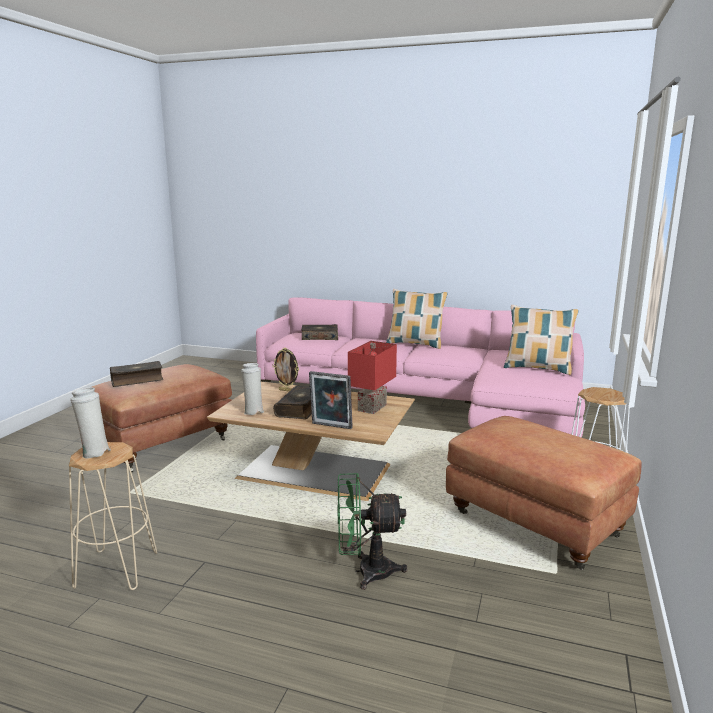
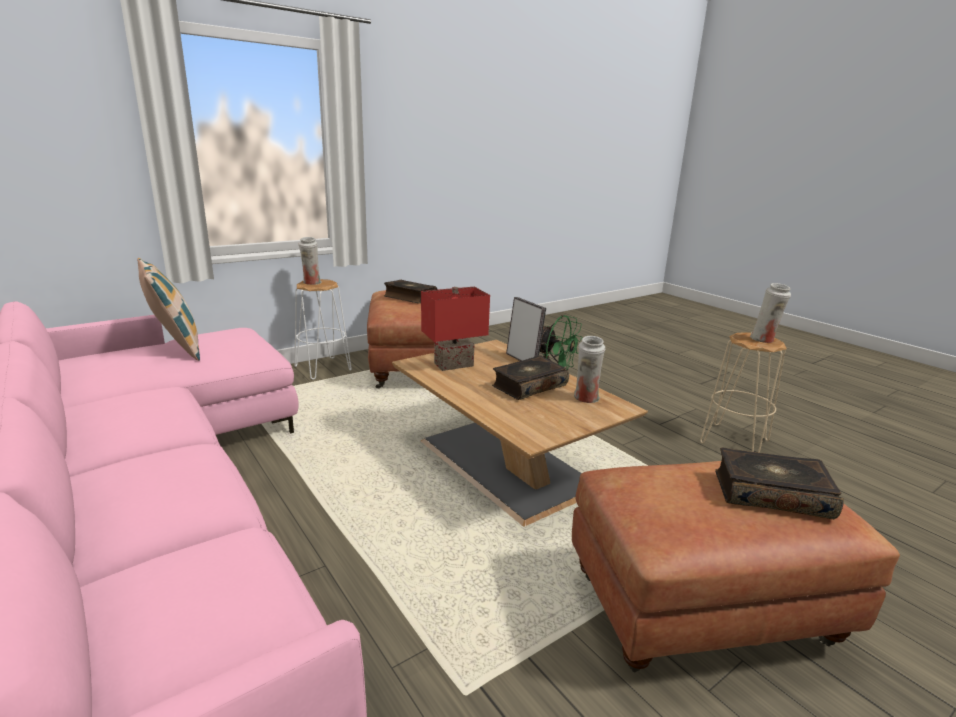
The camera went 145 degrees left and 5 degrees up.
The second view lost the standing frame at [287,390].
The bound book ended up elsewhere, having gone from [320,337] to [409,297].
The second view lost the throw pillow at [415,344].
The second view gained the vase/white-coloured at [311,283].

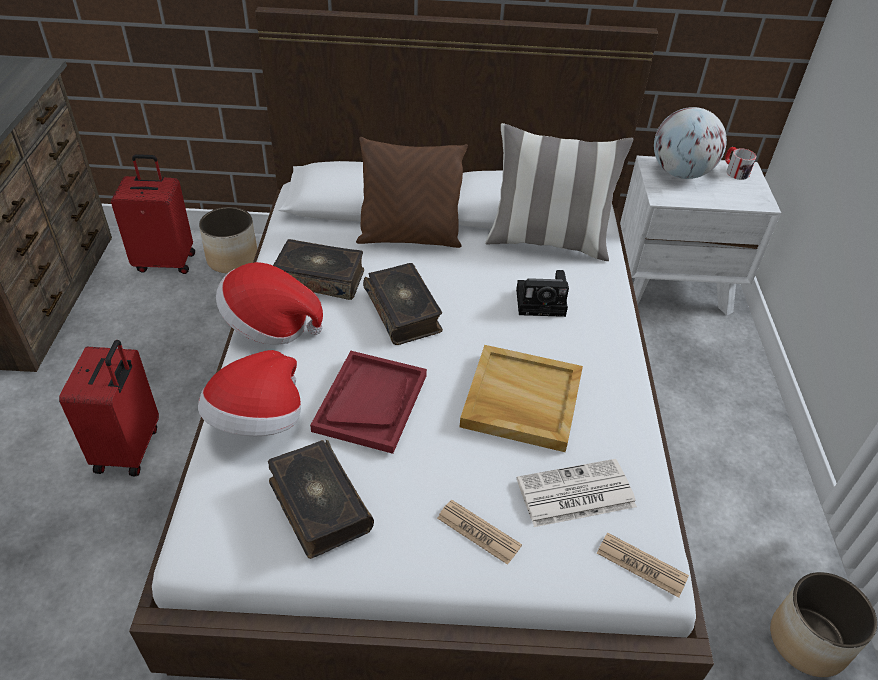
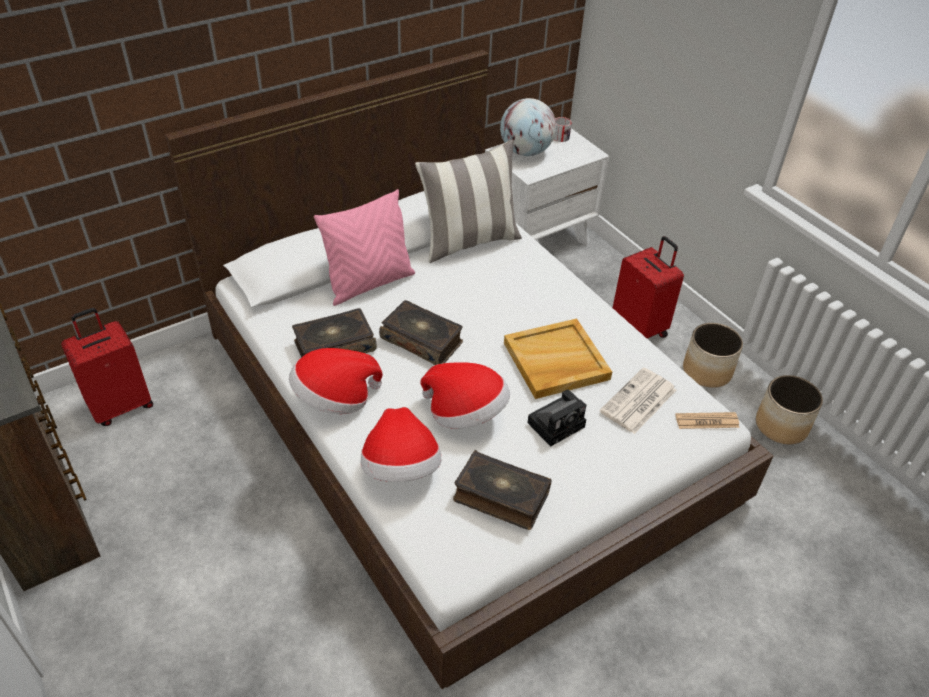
The camera went 35 degrees left and 0 degrees up.
The suitcase/red-coloured ended up elsewhere, having gone from [130,449] to [640,327].
The flower pot ended up elsewhere, having gone from [232,259] to [706,371].
Where the carrying tray/red-coloured stood at [370,402], the clothing hat came to stand at [465,413].
What was the throw pillow/brownish at [409,238] turned into the throw pillow/pink at [369,283].
The second view lost the daily paper at [478,532].
The still camera ended up elsewhere, having gone from [543,302] to [557,423].

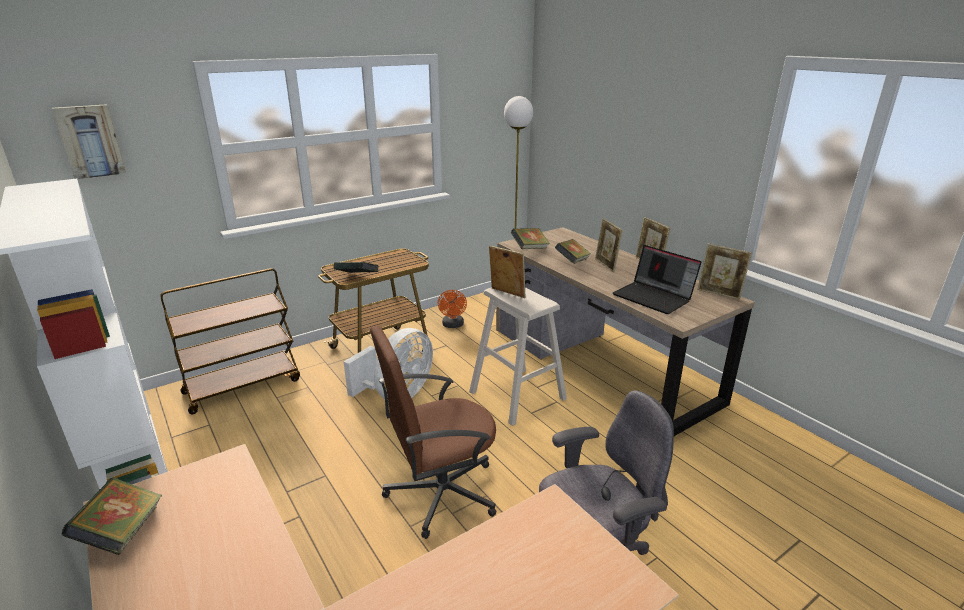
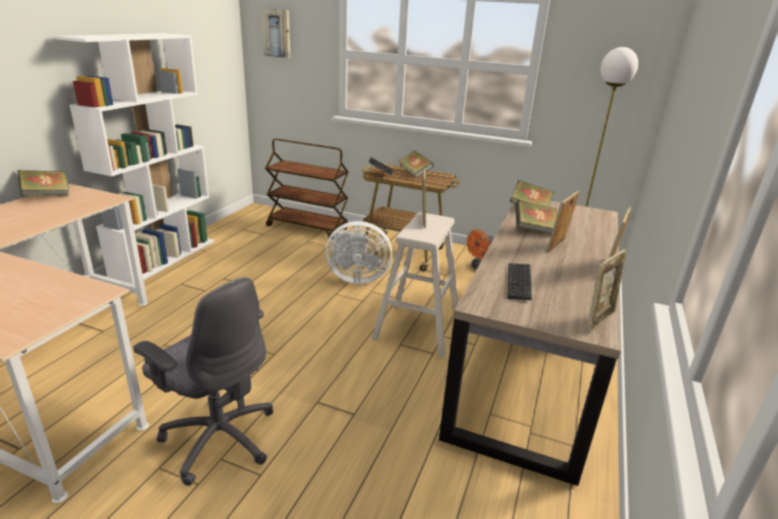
The camera went 55 degrees right and 0 degrees up.
The second view lost the office chair/brownish at [440,492].
Where the portable computer stood at [654,297], the computer keyboard came to stand at [518,282].
The standing frame at [719,294] ended up facing another way, 135 degrees counterclockwise from before.
The second view gained the bound book at [415,173].

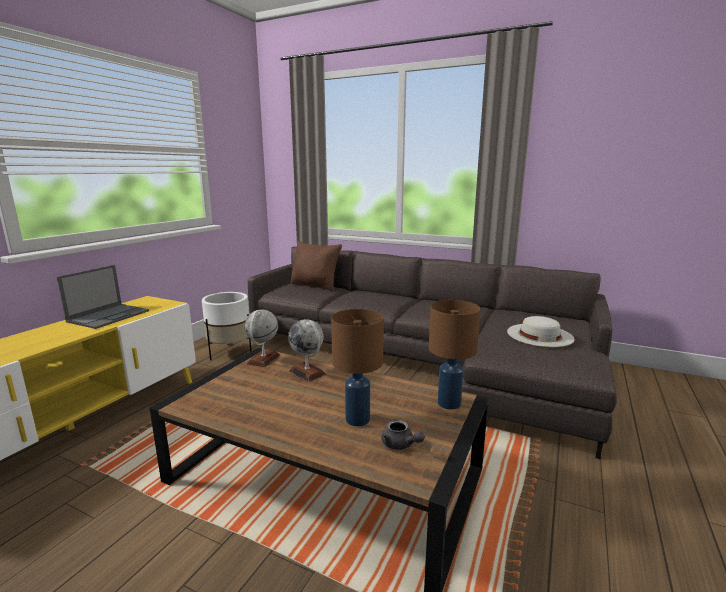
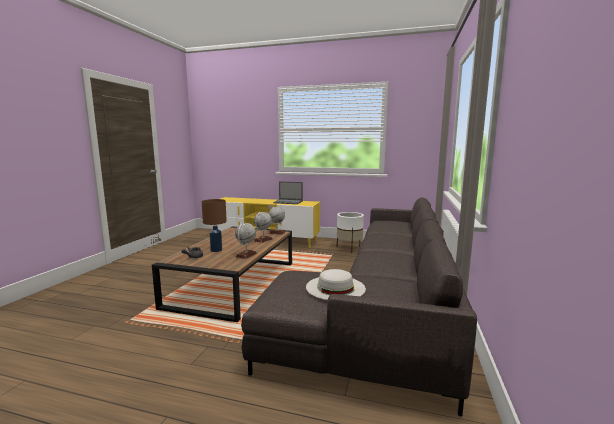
The camera went 80 degrees right and 5 degrees down.
The second view lost the throw pillow/brownish at [315,285].
The second view lost the lamp for a table/brownish at [448,403].
The second view gained the globe at [246,255].

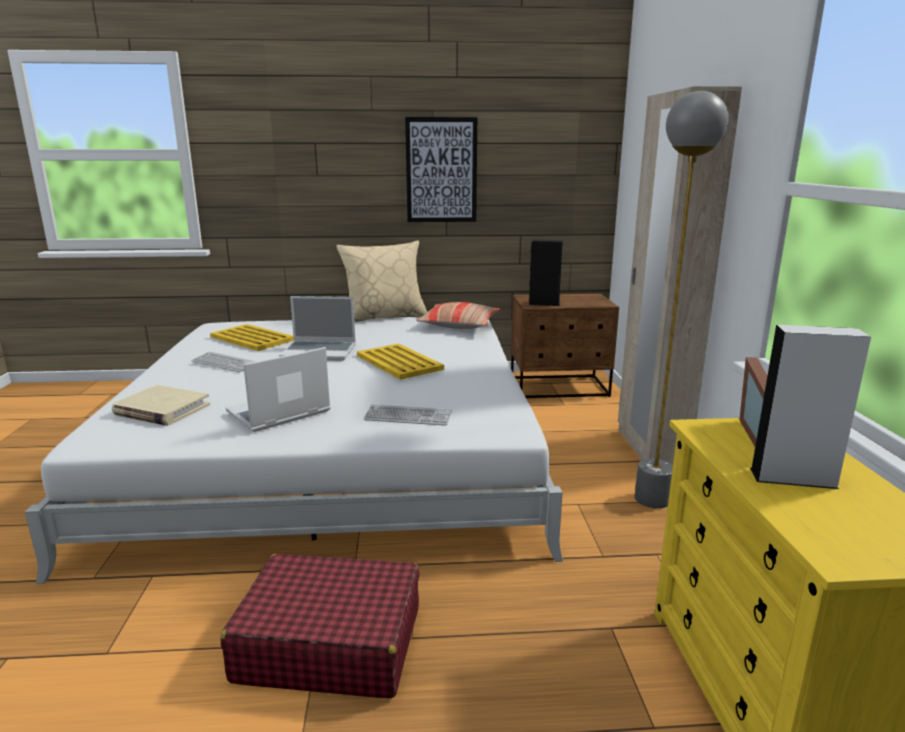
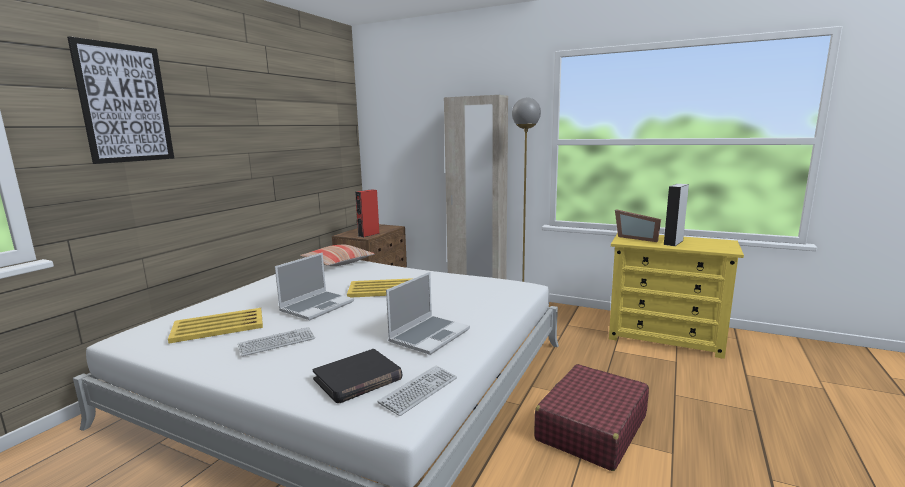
The camera went 60 degrees left and 5 degrees down.
What was the bound book/beige at [161,410] turned into the bound book/black-coloured at [358,379].
The portable computer at [278,413] ended up facing another way, 135 degrees counterclockwise from before.
The second view lost the throw pillow/beige at [384,317].
The computer keyboard ended up elsewhere, having gone from [408,417] to [419,391].
The wall picture ended up elsewhere, having gone from [441,170] to [125,103].
What was the speaker/black-coloured at [544,304] turned into the speaker/red-coloured at [368,234].

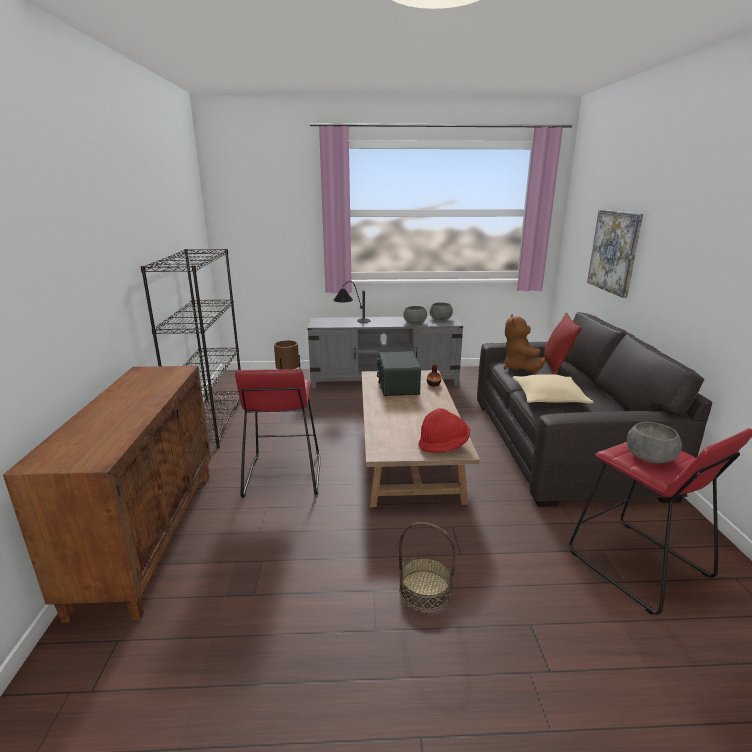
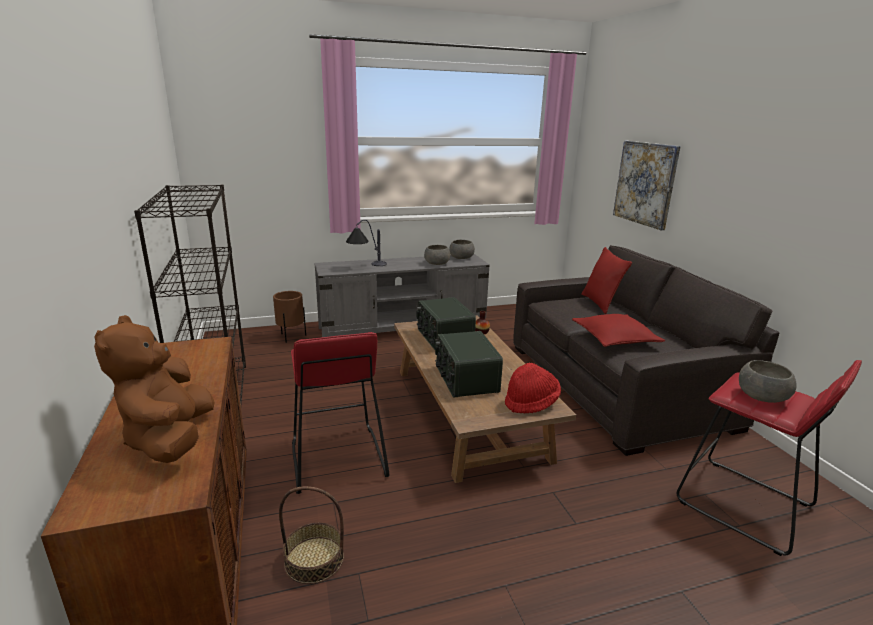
The camera went 15 degrees left and 0 degrees up.
The storage basket ended up elsewhere, having gone from [425,589] to [314,560].
The plush toy/brownish ended up elsewhere, having gone from [520,369] to [170,439].
What was the throw pillow/beige at [549,398] turned into the throw pillow/red-coloured at [614,339].
The second view gained the radio receiver at [465,379].

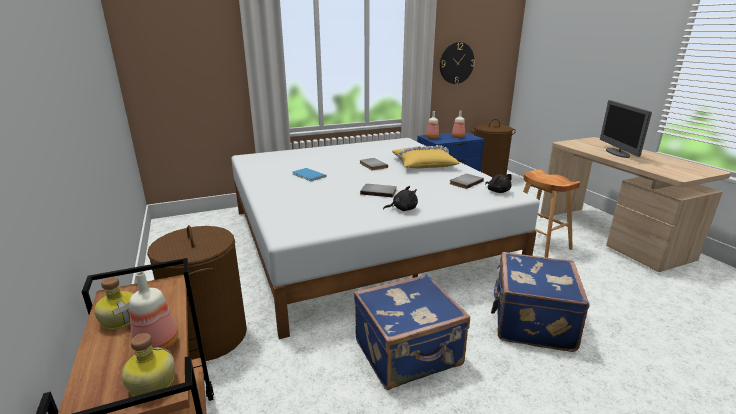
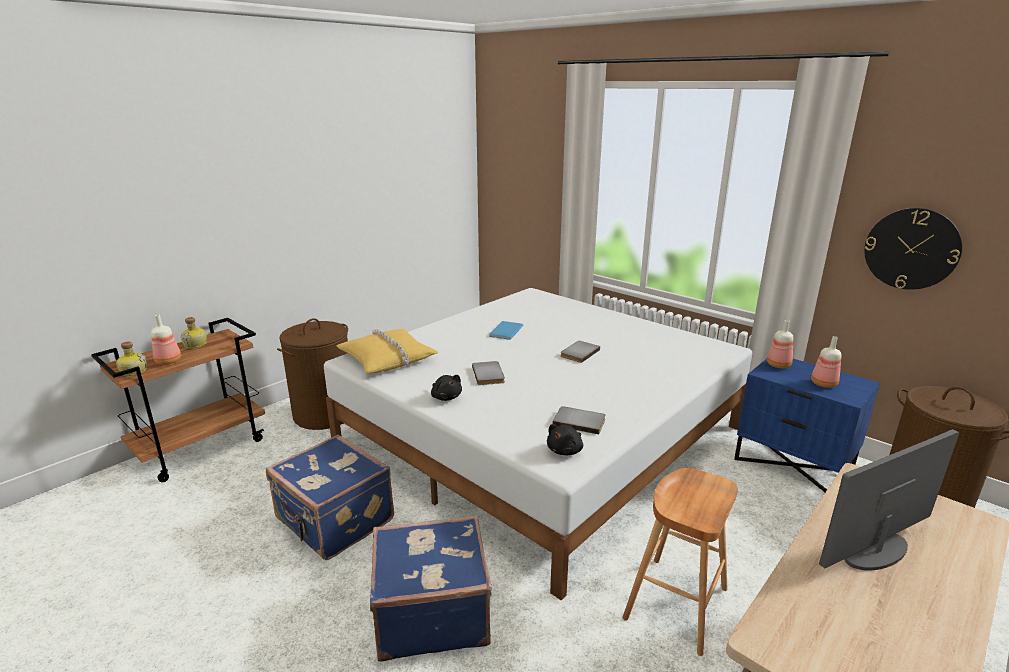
The camera went 65 degrees right and 0 degrees up.
The throw pillow/yellow-coloured ended up elsewhere, having gone from [423,164] to [387,359].

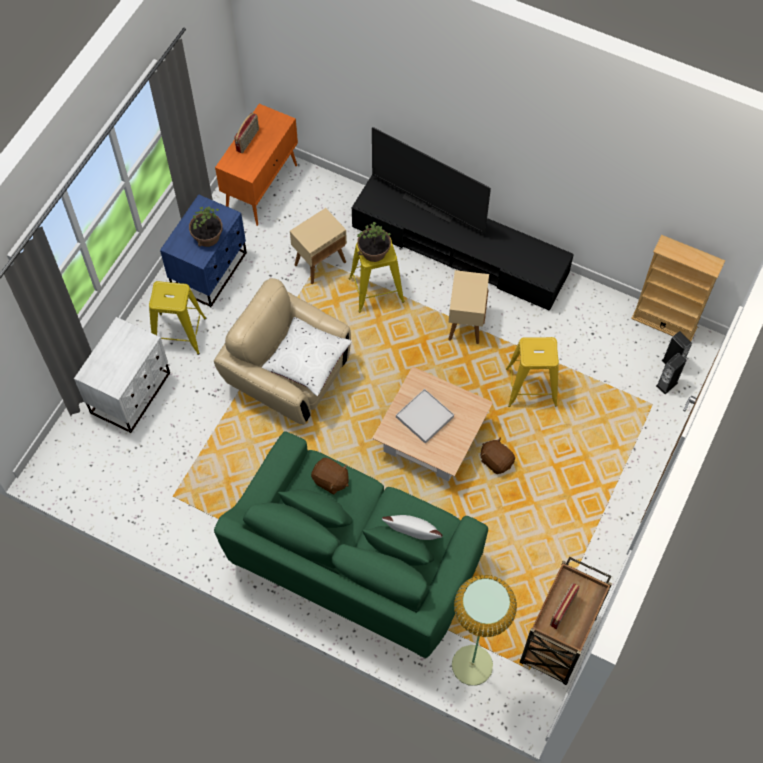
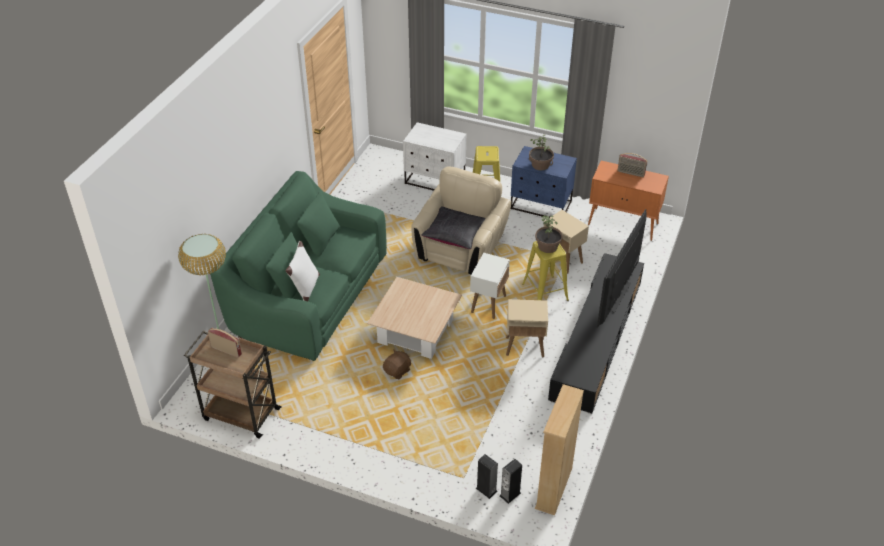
The camera went 85 degrees right and 20 degrees down.
What was the throw pillow/white-coloured at [307,360] turned into the throw pillow/black-coloured at [455,234].
The second view lost the plush toy/brownish at [330,480].
The second view lost the carrying tray/white-coloured at [424,417].
The second view lost the sitting stool/yellow-coloured at [531,387].
The second view gained the end table/white-coloured at [488,304].

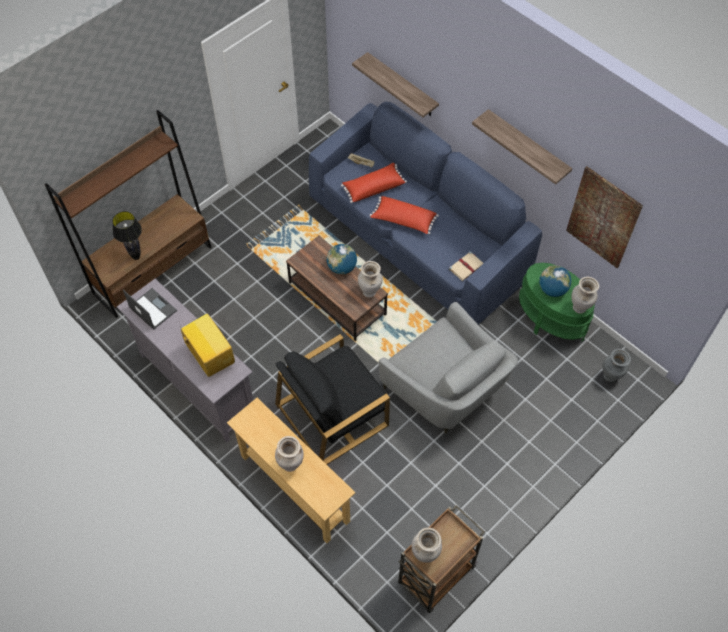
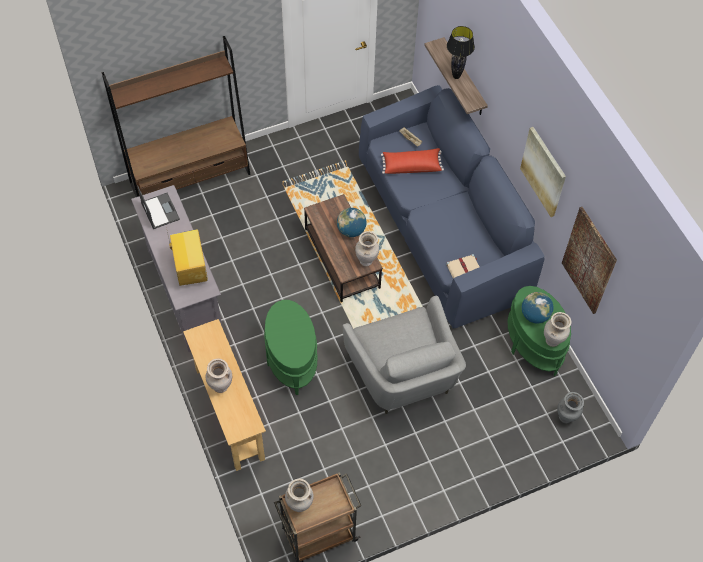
The camera went 20 degrees right and 0 degrees up.
The lamp for a table/black-coloured ended up elsewhere, having gone from [136,257] to [456,76].
Where the armchair/black-coloured stood at [332,413], the end table/greenish came to stand at [291,359].
The second view lost the throw pillow/red-coloured at [403,220].
Where the shelf hung at [527,147], the wall picture came to hang at [544,171].

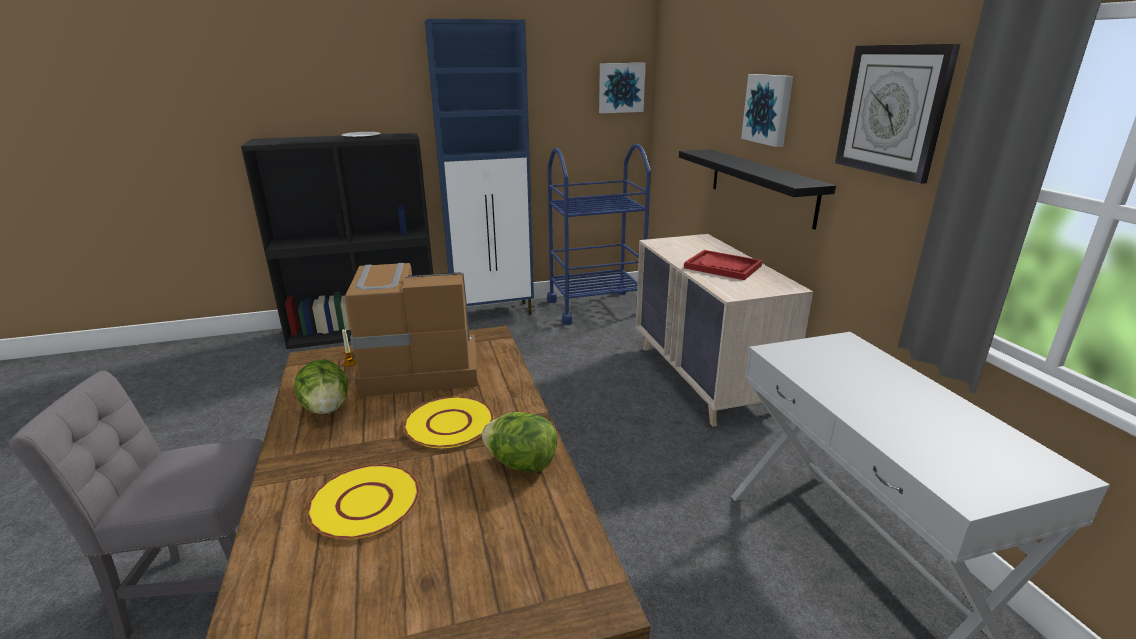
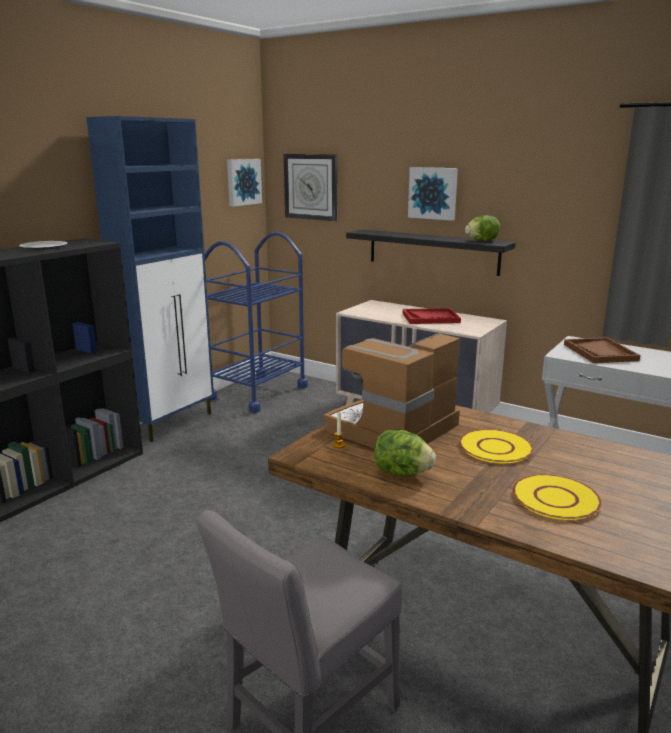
The camera went 40 degrees left and 5 degrees down.
The lettuce ended up elsewhere, having gone from [521,464] to [482,241].
The clock on the wall ended up elsewhere, having gone from [892,111] to [311,187].
The second view gained the carrying tray/brownish at [600,352].

